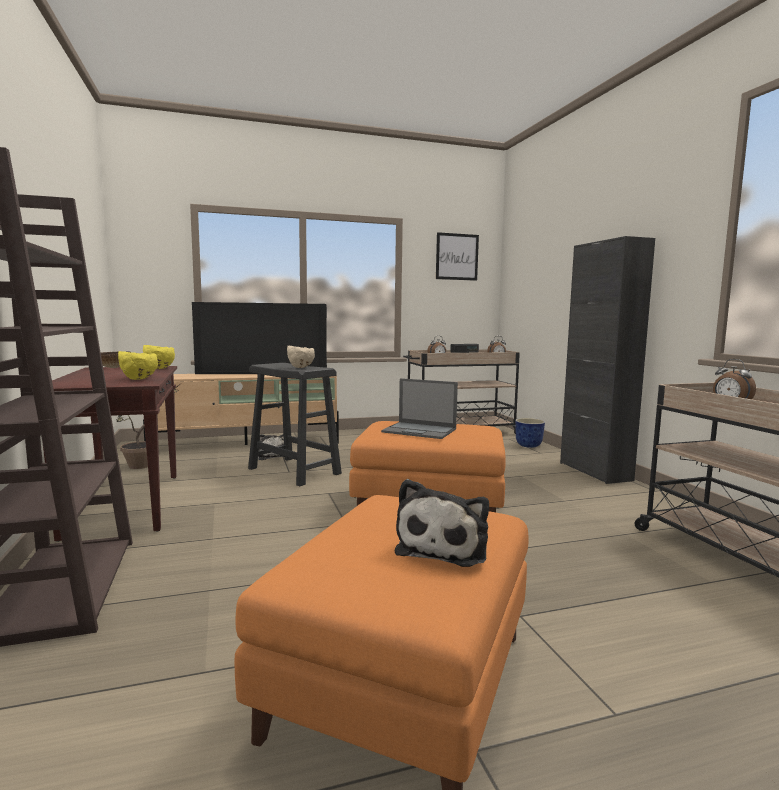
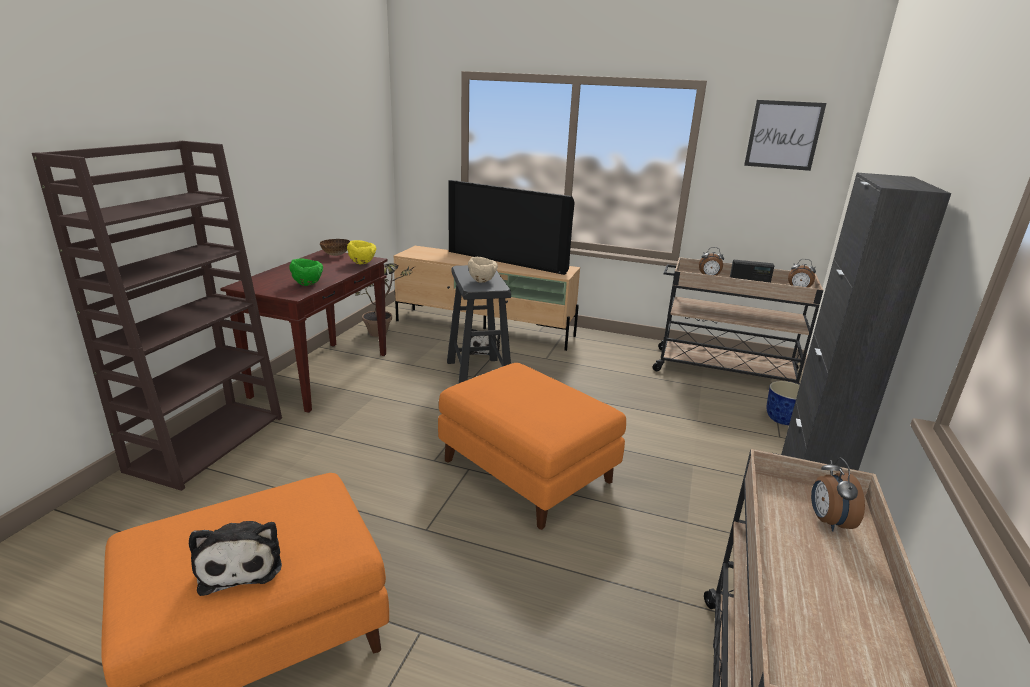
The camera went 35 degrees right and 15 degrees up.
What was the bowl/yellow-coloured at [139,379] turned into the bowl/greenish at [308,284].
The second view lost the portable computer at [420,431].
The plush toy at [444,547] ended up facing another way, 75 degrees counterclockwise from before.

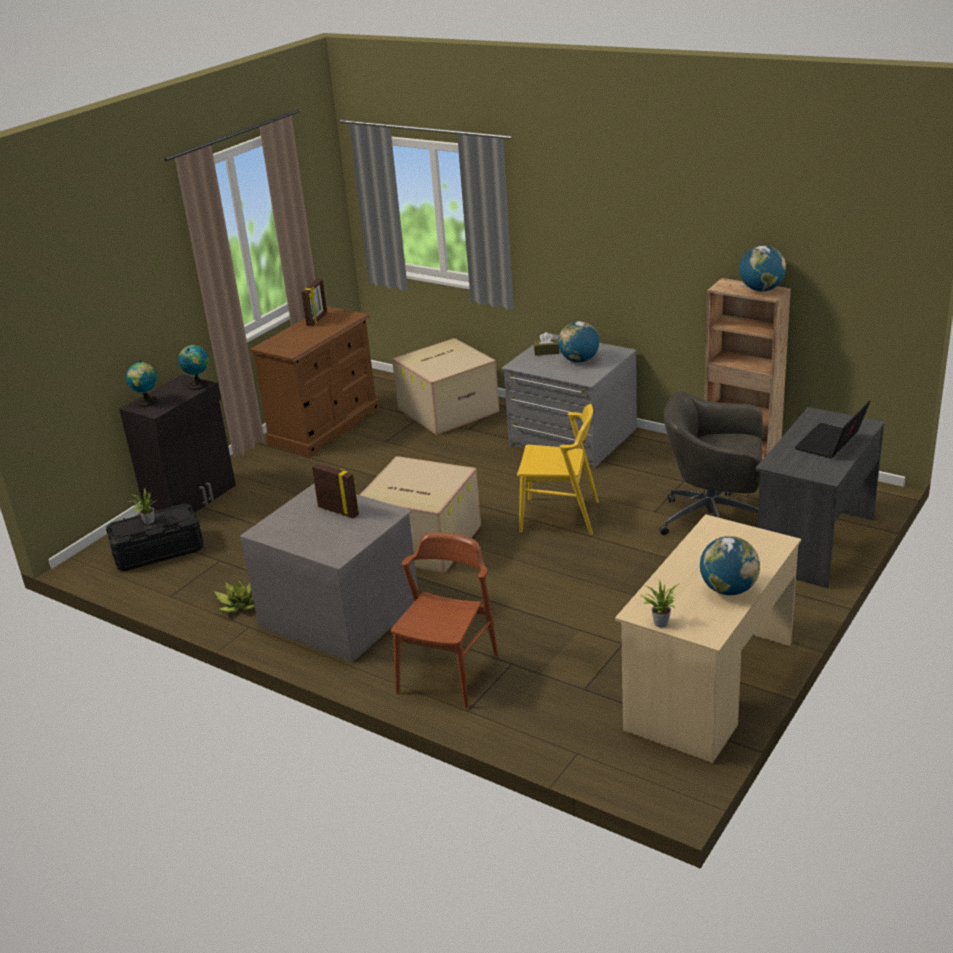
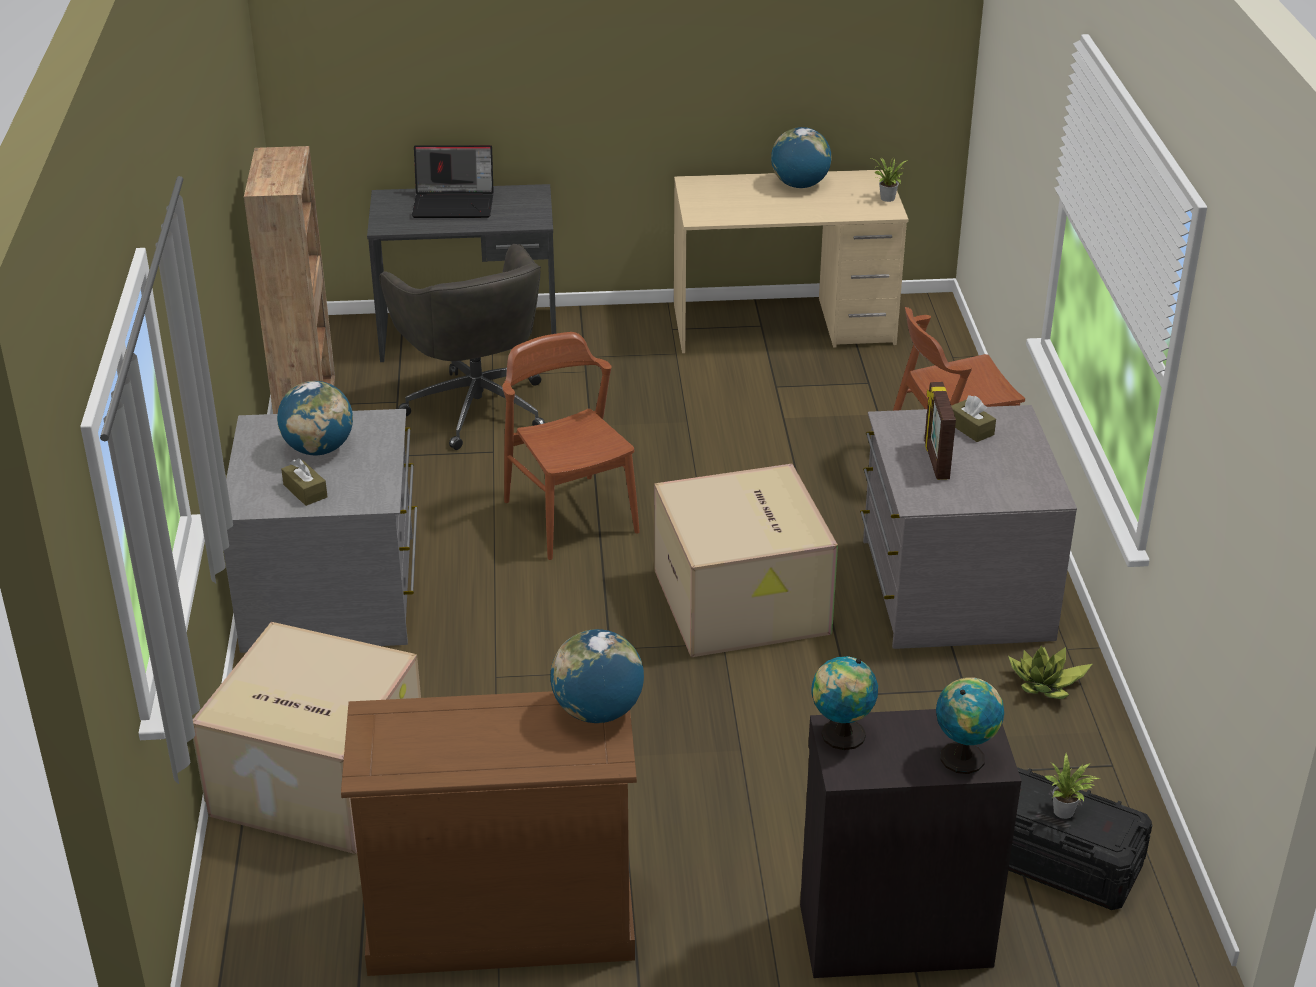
The camera went 130 degrees left and 5 degrees up.
The second view lost the standing frame at [317,319].
What was the chair/yellow-coloured at [560,516] turned into the chair/brownish at [570,516].
The globe ended up elsewhere, having gone from [761,289] to [598,711].
The second view gained the box of tissues/brownish at [970,428].

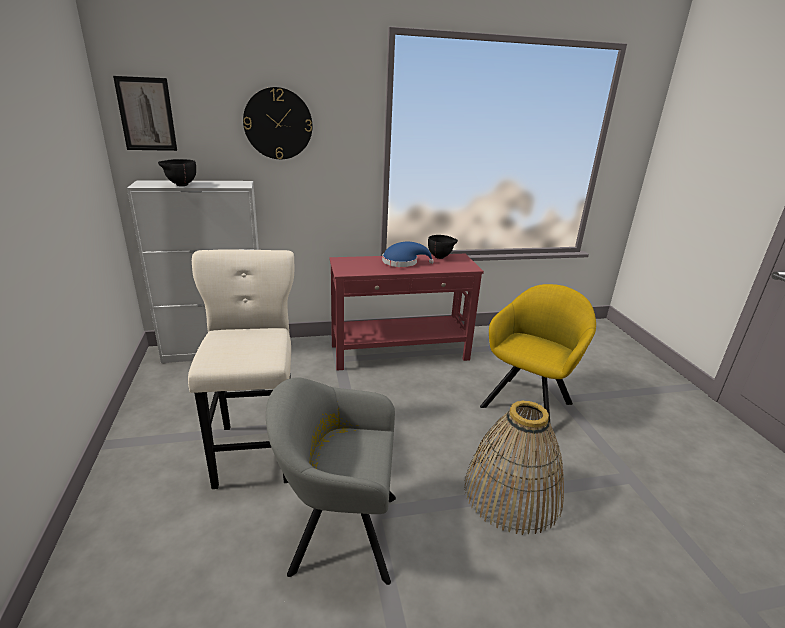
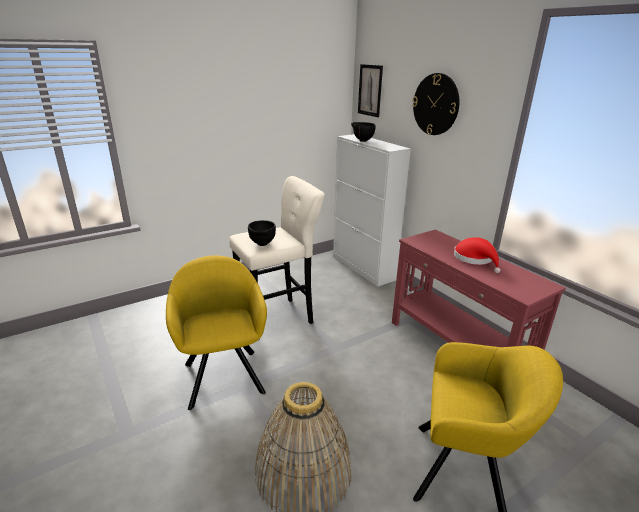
The camera went 70 degrees right and 0 degrees up.
What was the armchair/grey at [338,531] turned into the armchair/yellow-coloured at [223,374].
What was the clothing hat/blue-coloured at [403,262] turned into the clothing hat/red-coloured at [475,259].
The bowl/black-coloured ended up elsewhere, having gone from [441,257] to [262,244].

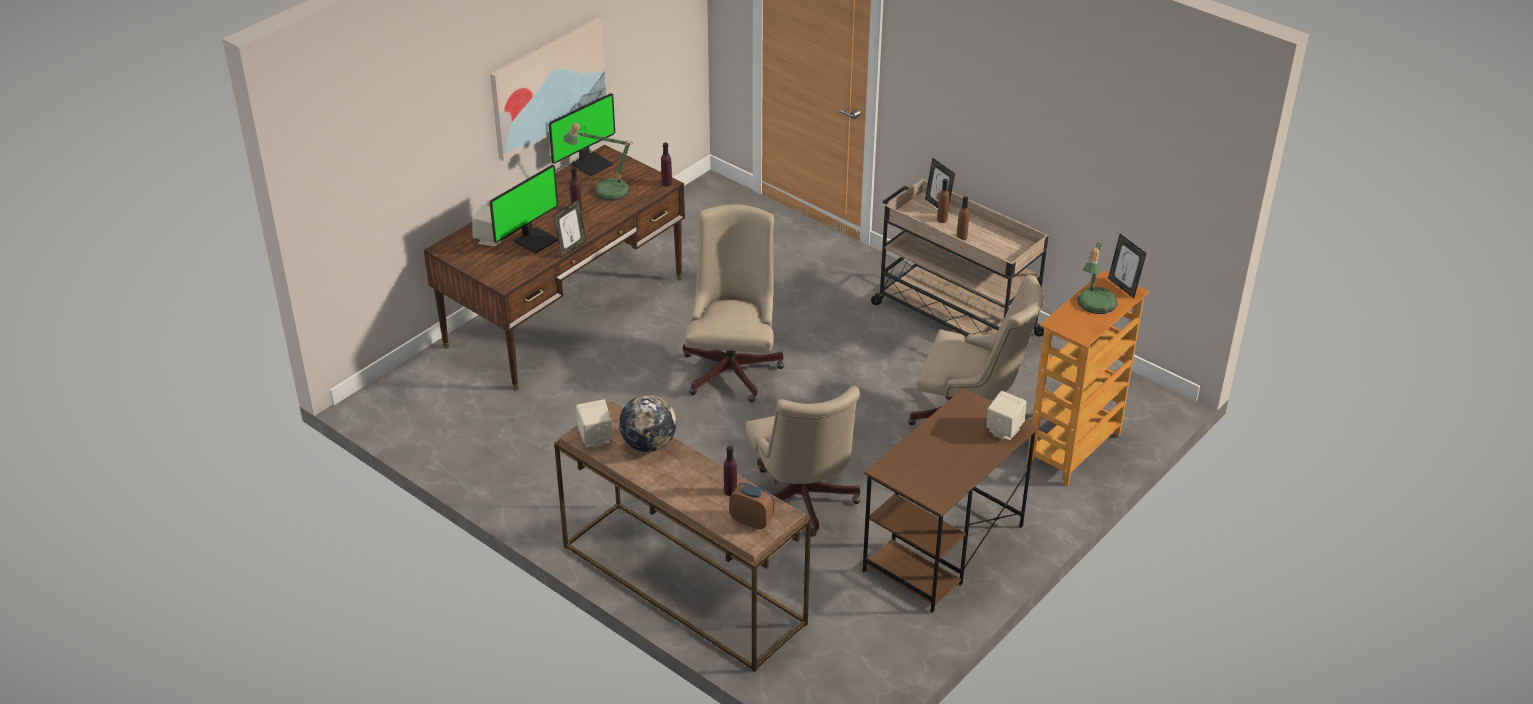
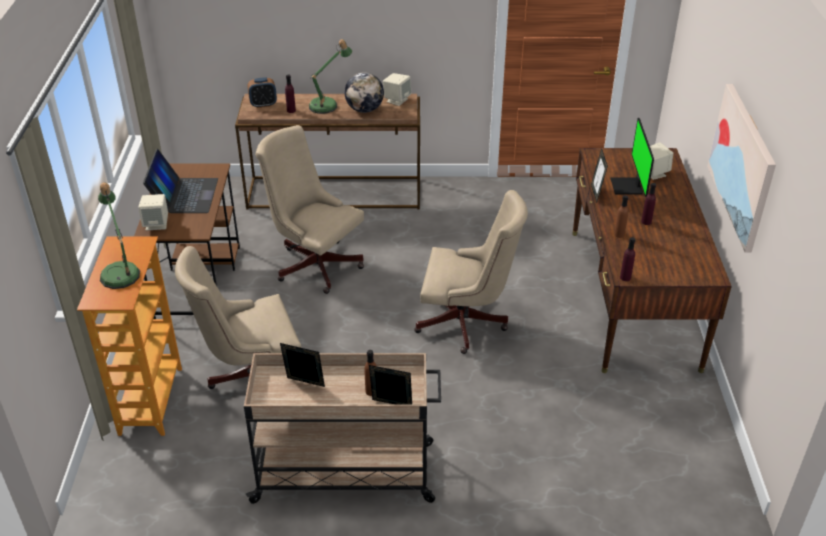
The camera went 140 degrees right and 0 degrees up.
The second view lost the monitor at [591,163].
The lamp for a table ended up elsewhere, having gone from [605,190] to [327,105].
The office chair/beige at [733,367] ended up facing another way, 45 degrees counterclockwise from before.
The beverage bottle/brownish ended up elsewhere, having gone from [961,237] to [619,234].
The standing frame ended up elsewhere, having gone from [1123,287] to [304,384].
The second view gained the portable computer at [184,195].

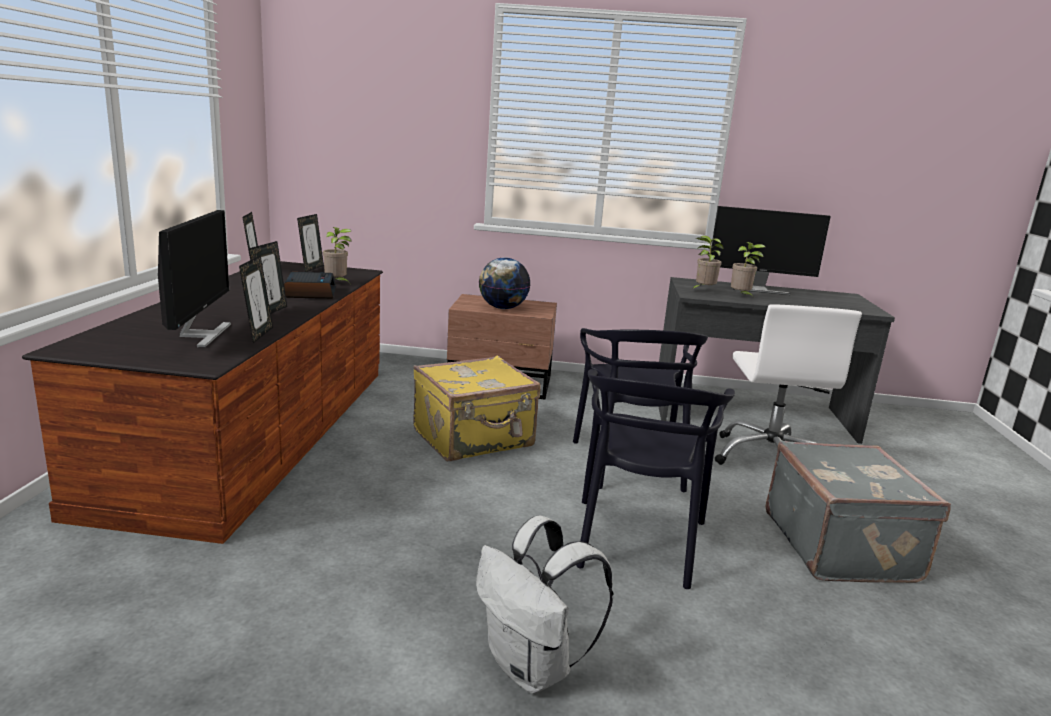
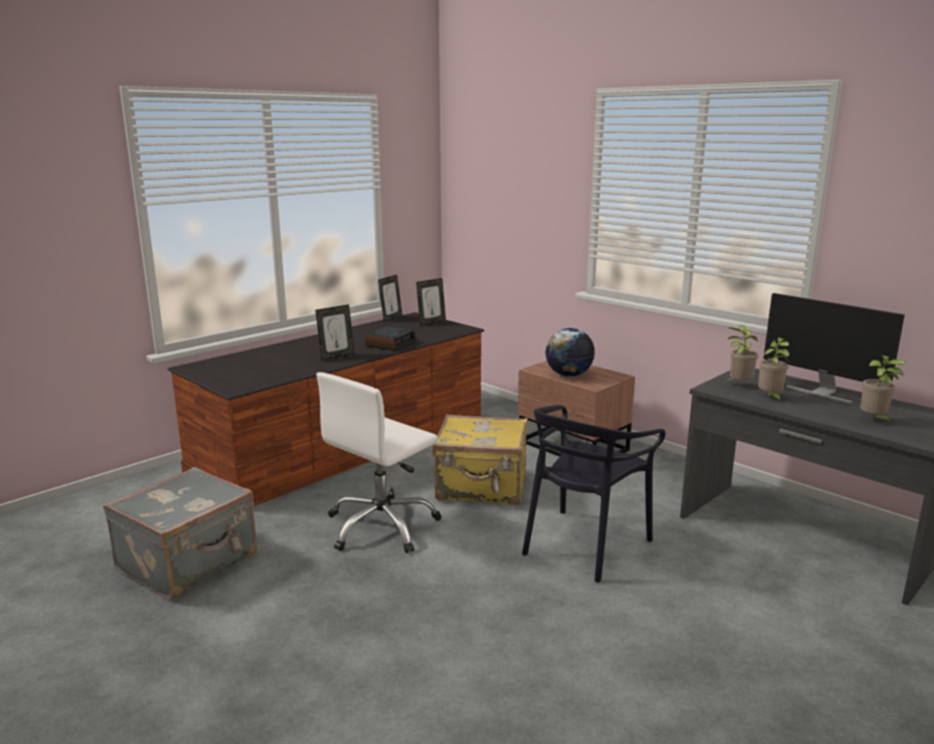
The camera went 40 degrees right and 0 degrees up.
The second view lost the monitor at [200,335].
The second view lost the standing frame at [258,334].
The plant in a pot ended up elsewhere, having gone from [337,283] to [874,421].
The second view lost the knapsack/white-coloured at [533,668].
The second view lost the chair/black-coloured at [637,541].
The office chair/white-coloured ended up elsewhere, having gone from [769,459] to [382,526].
The suitcase/grey ended up elsewhere, having gone from [841,546] to [190,563].

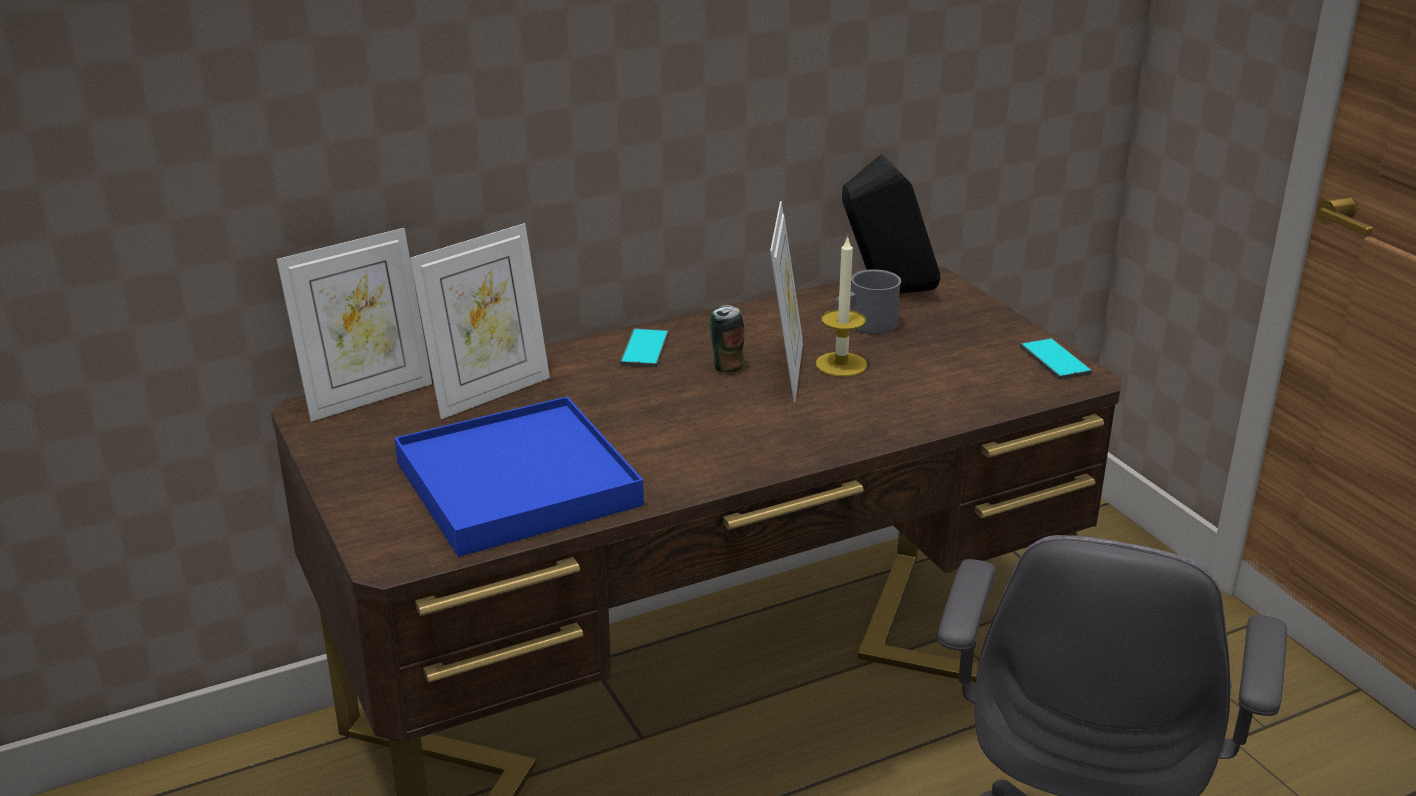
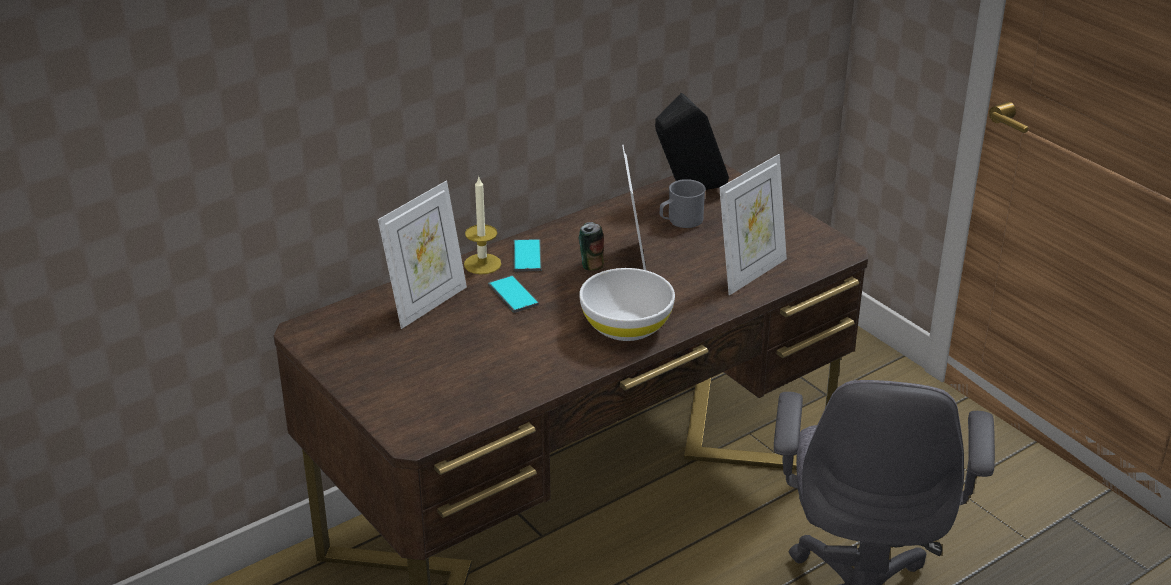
The camera went 10 degrees left and 5 degrees up.
The standing frame ended up elsewhere, having gone from [367,397] to [750,273].
The second view lost the carrying tray/blue-coloured at [518,483].
The candle ended up elsewhere, having gone from [841,364] to [482,264].
The telephone ended up elsewhere, having gone from [1054,360] to [513,295].
The second view gained the bowl/white-coloured at [626,326].

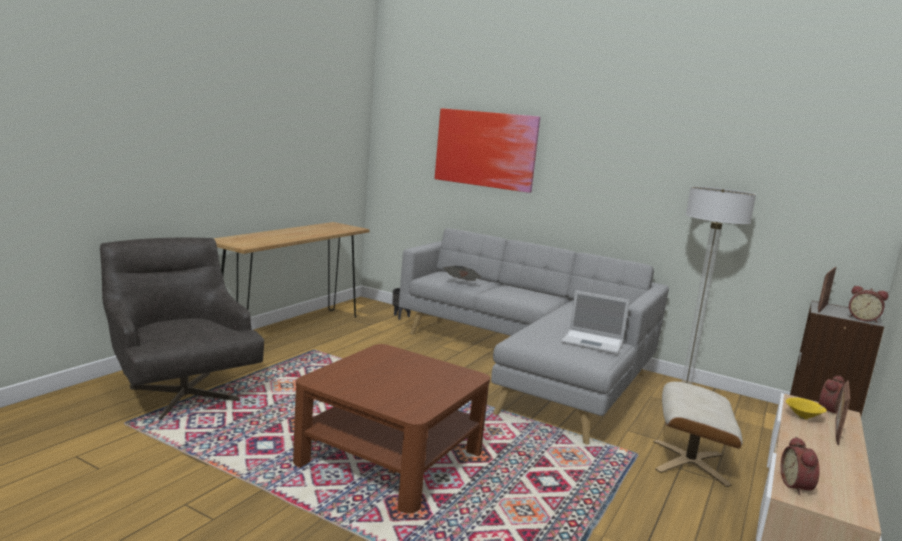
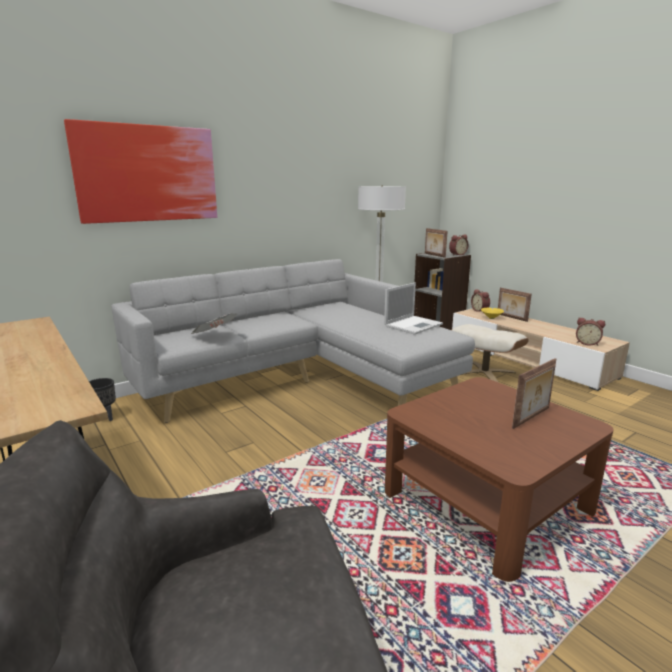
The camera went 65 degrees left and 5 degrees up.
The second view gained the standing frame at [532,418].

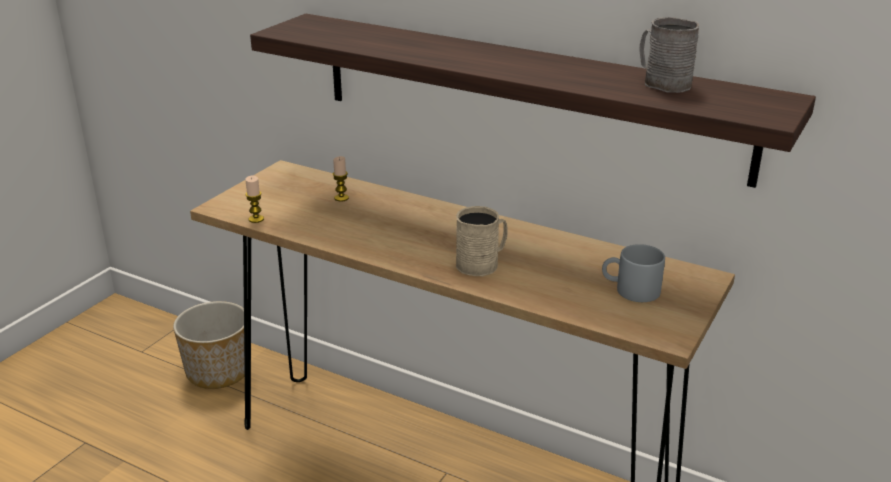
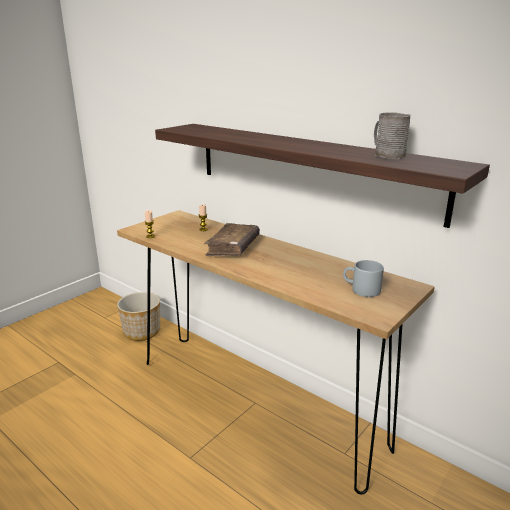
The camera went 10 degrees right and 5 degrees down.
The second view lost the tea mug/beige at [482,264].
The second view gained the bound book/brownish at [233,247].

